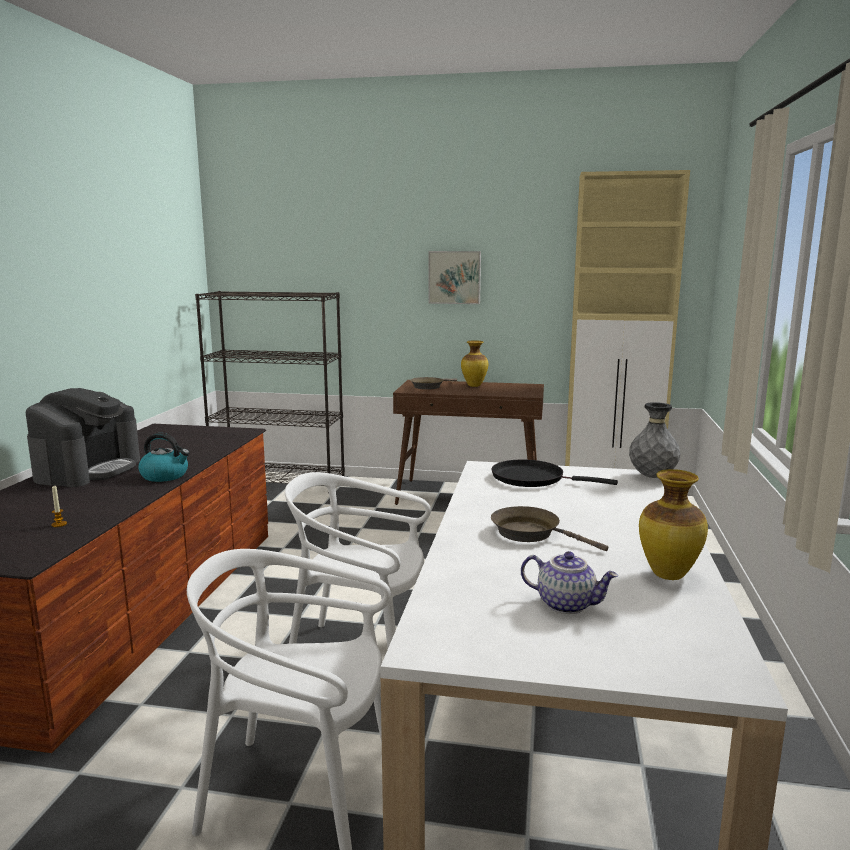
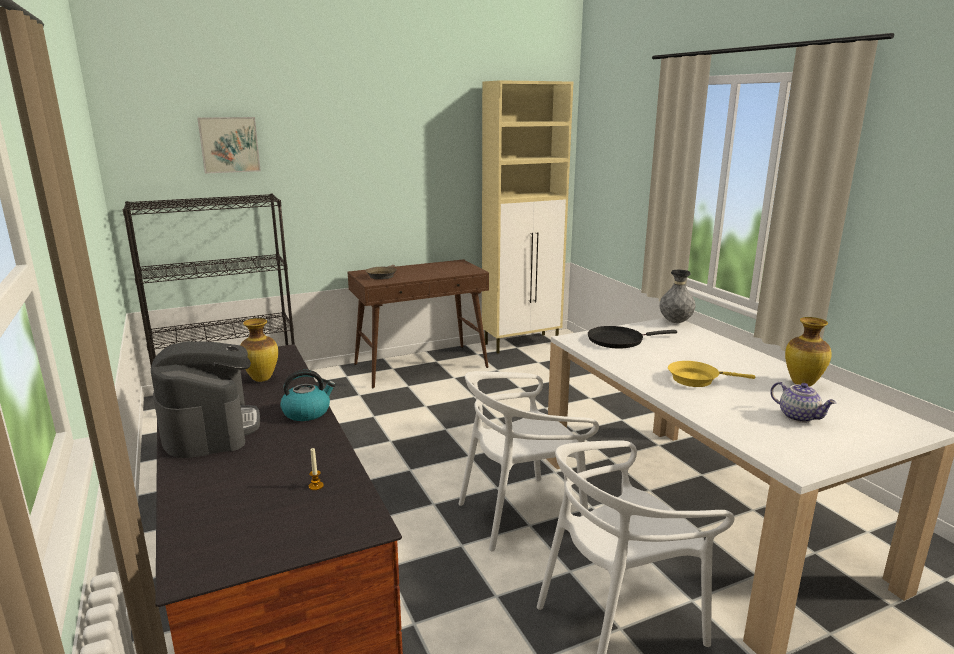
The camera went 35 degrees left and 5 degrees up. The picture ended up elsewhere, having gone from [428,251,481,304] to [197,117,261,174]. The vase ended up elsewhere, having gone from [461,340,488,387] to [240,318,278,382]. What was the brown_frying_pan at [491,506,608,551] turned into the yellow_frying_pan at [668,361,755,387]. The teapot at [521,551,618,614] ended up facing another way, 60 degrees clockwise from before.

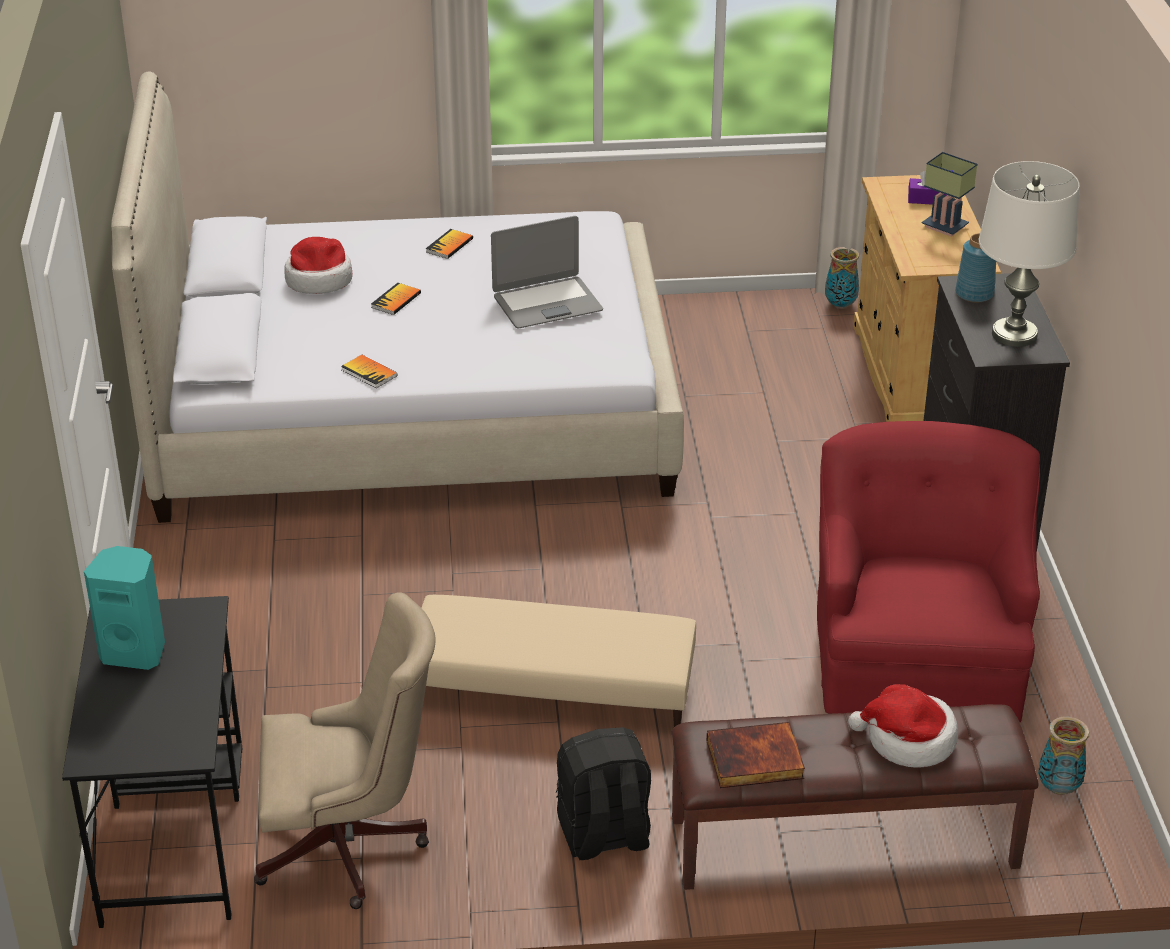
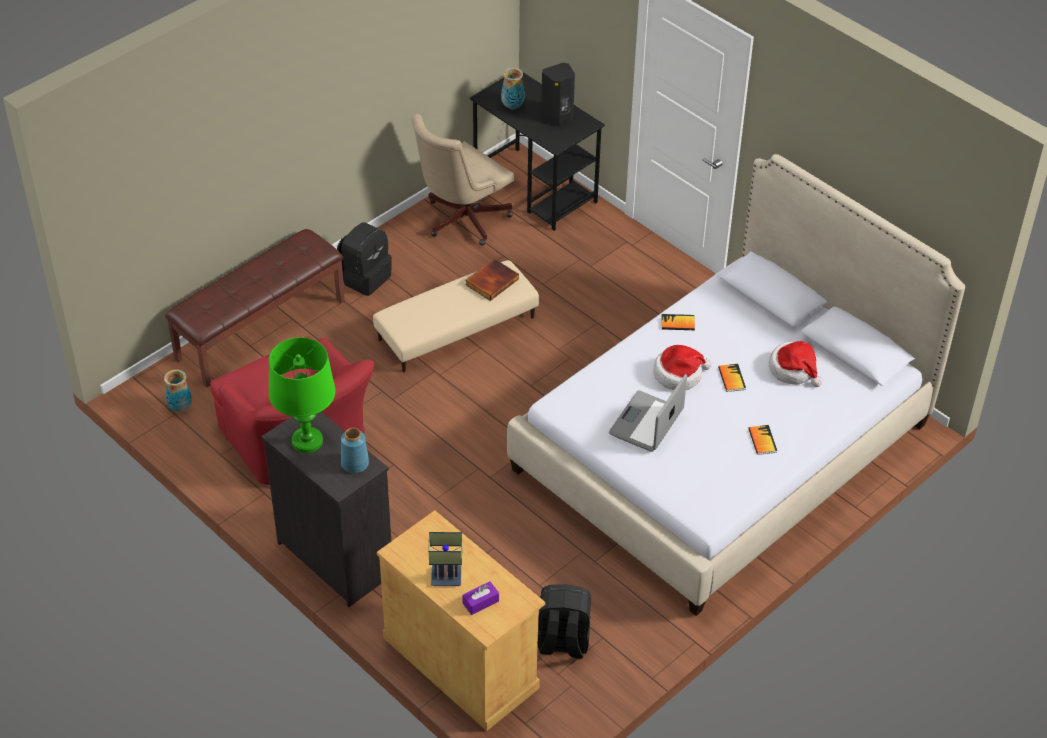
The camera went 140 degrees right and 10 degrees up. What was the white_table_lamp at [979,161,1080,347] turned into the green_table_lamp at [269,337,335,453]. The vase ended up elsewhere, having gone from [825,247,859,309] to [501,68,524,109]. What was the turquoise_speaker at [84,546,165,670] turned into the black_speaker at [541,62,575,125]. The hat ended up elsewhere, having gone from [848,684,958,768] to [653,345,711,390]. The book ended up elsewhere, having gone from [707,722,805,788] to [465,259,519,301]. The second view gained the black_backpack at [538,584,591,659].

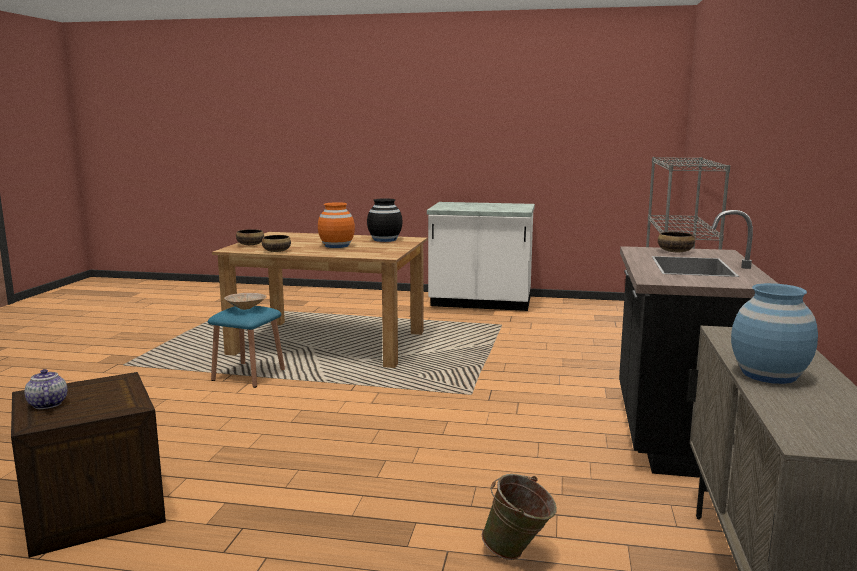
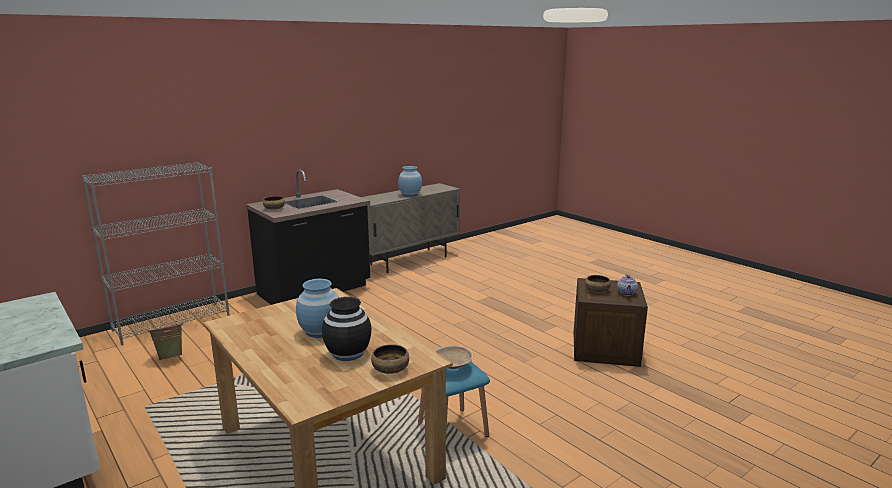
The camera went 140 degrees left and 5 degrees up. The black_vase ended up elsewhere, having gone from [367,198,403,242] to [322,297,372,361]. What was the orange_vase at [318,202,355,248] turned into the blue_vase at [296,279,339,338]. The bowl ended up elsewhere, having gone from [262,235,291,252] to [585,275,611,292]. The green_bucket ended up elsewhere, having gone from [482,474,557,560] to [147,322,183,360].

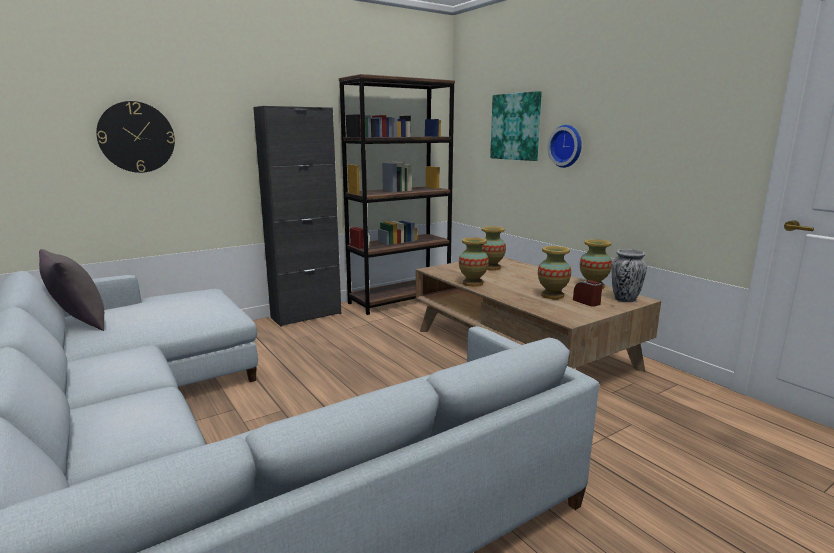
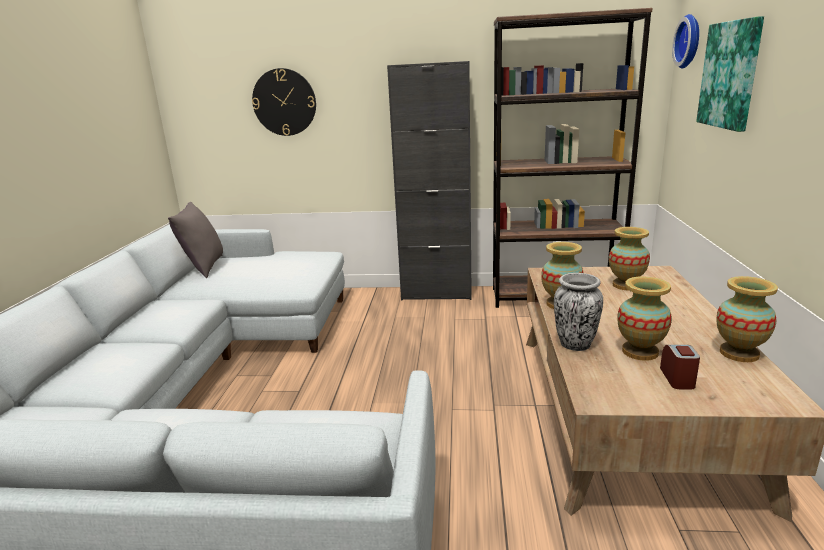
The camera went 40 degrees right and 5 degrees up. The wall_clock ended up elsewhere, having gone from [547,125,582,168] to [672,14,699,69]. The vase ended up elsewhere, having gone from [612,249,647,302] to [554,273,603,351].

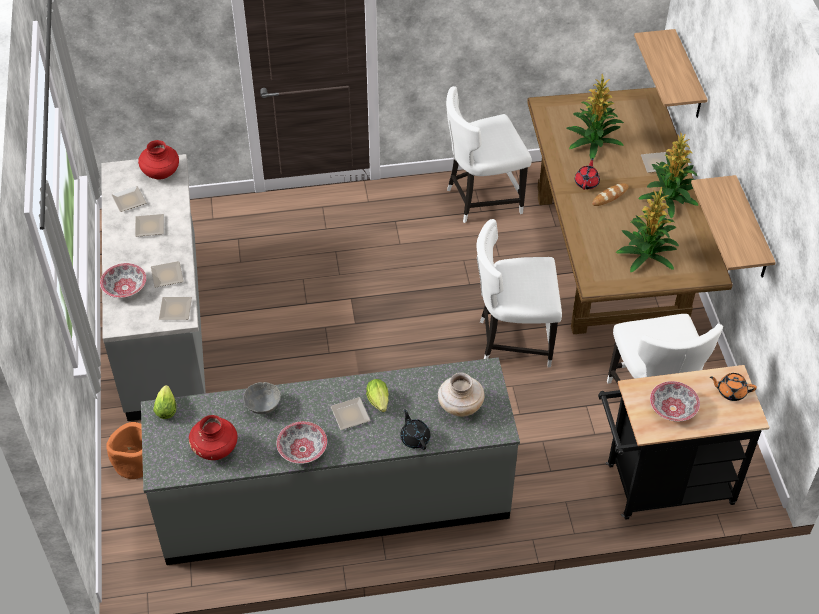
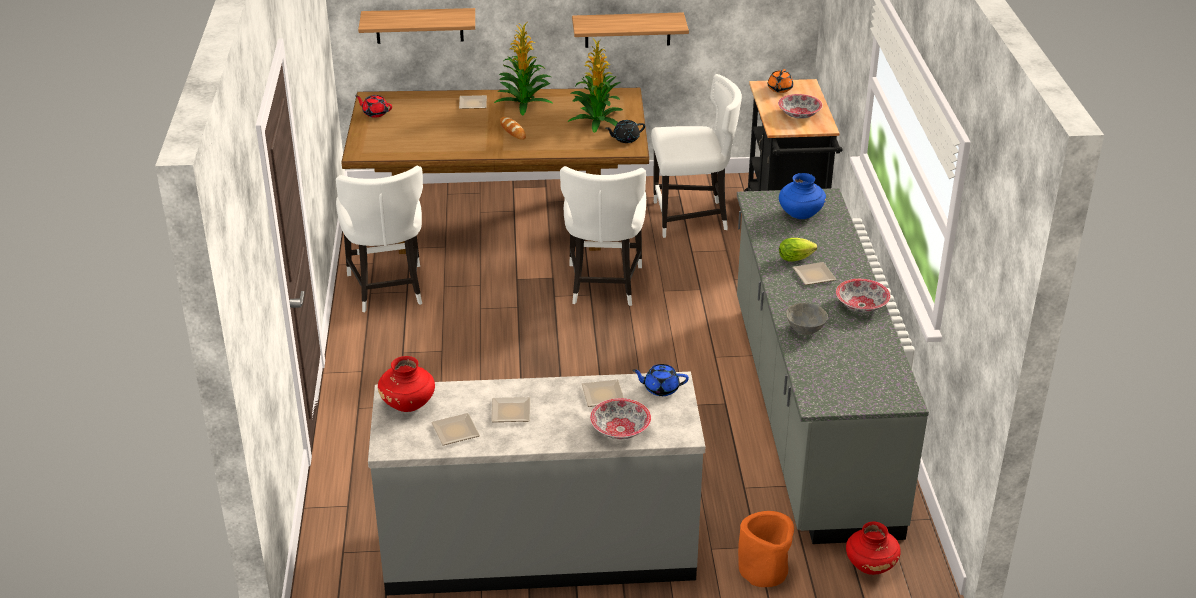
The camera went 85 degrees left and 15 degrees down. The second view lost the potted_plant at [566,74,624,159]. The red_teapot ended up elsewhere, having gone from [575,158,600,190] to [355,95,392,118]. Where the plate stood at [159,297,192,320], the blue_teapot came to stand at [632,364,689,396]. What was the beige_vase at [438,373,485,417] turned into the blue_vase at [779,173,826,219]. The second view lost the lettuce at [154,385,176,419]. The black_teapot ended up elsewhere, having gone from [400,409,431,450] to [606,120,645,143]. The red_vase ended up elsewhere, having gone from [189,415,238,460] to [846,522,901,575].

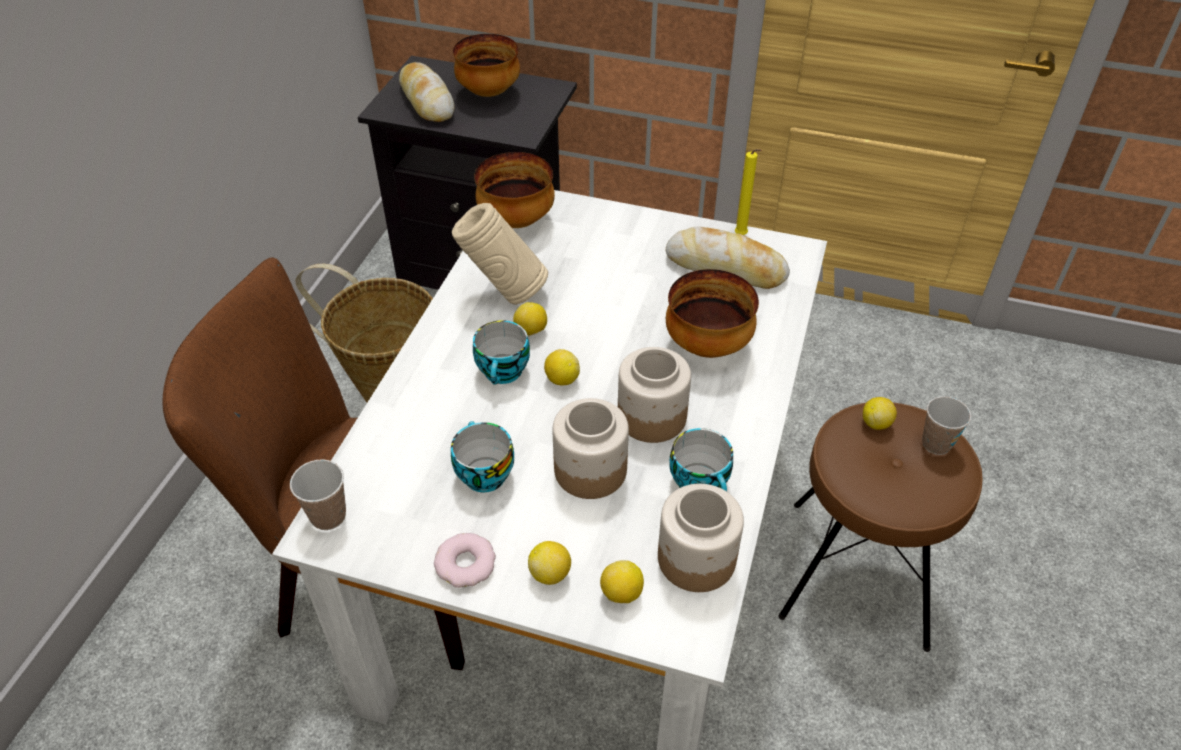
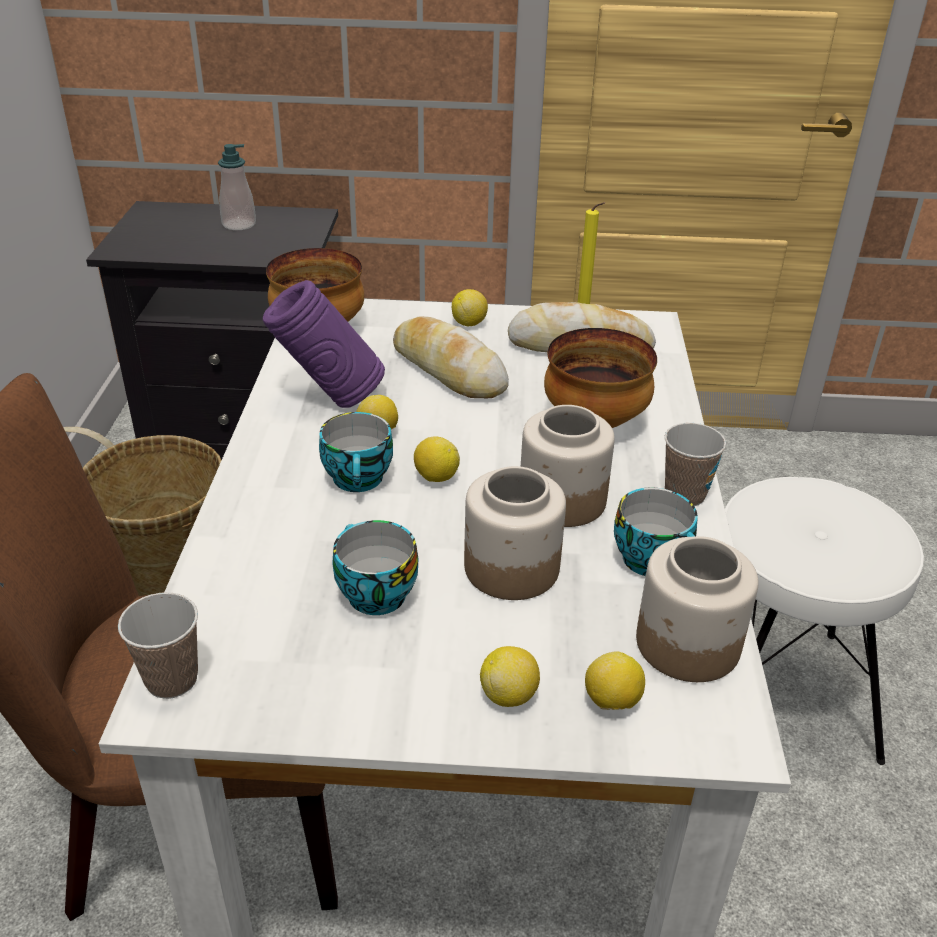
The camera went 15 degrees left and 10 degrees down. Where the bowl stood at [453,34,520,97], the soap_dispenser came to stand at [218,144,256,230]. The bread ended up elsewhere, having gone from [399,62,455,122] to [393,316,509,399]. What was the beige_vase at [452,203,548,305] turned into the purple_vase at [263,280,385,408]. The cup ended up elsewhere, having gone from [922,396,971,455] to [665,423,726,506]. The lemon ended up elsewhere, having gone from [863,397,897,430] to [452,289,488,326]. What was the brown_stool at [778,402,983,652] turned into the white_stool at [725,477,924,765]. The second view lost the donut at [434,533,496,588].

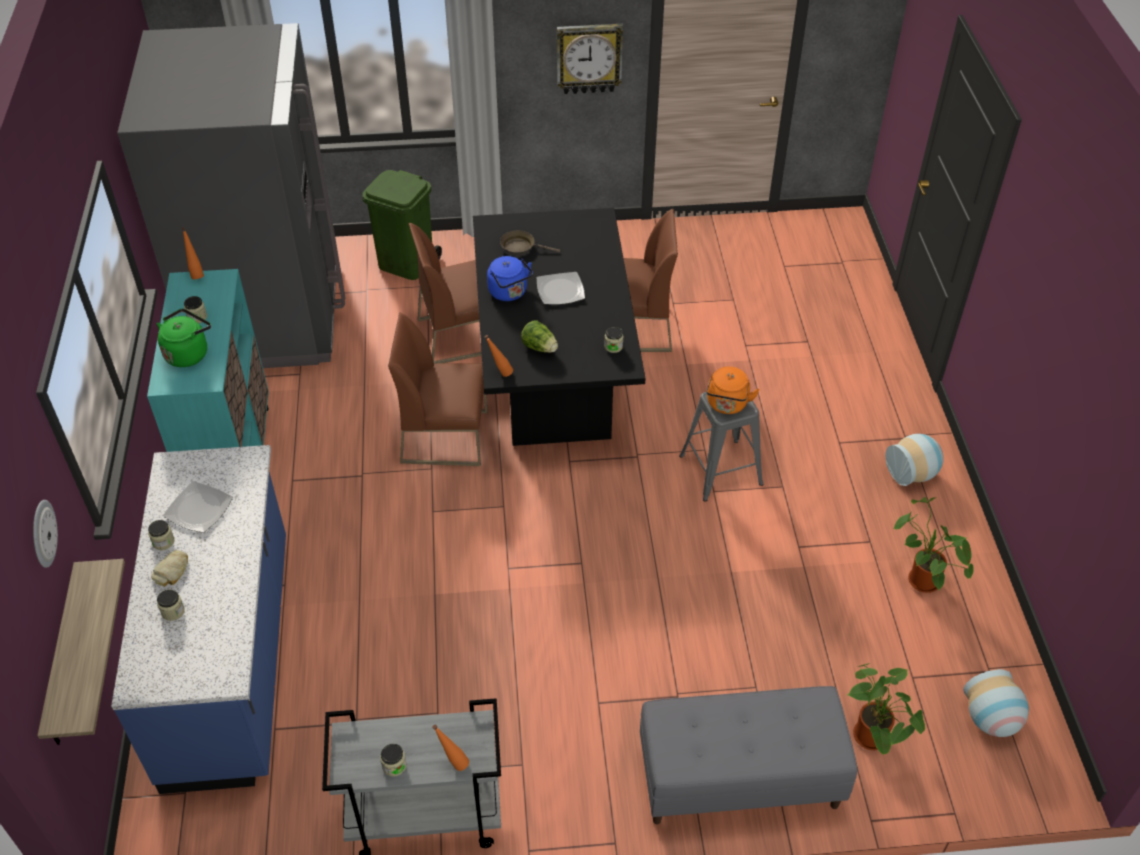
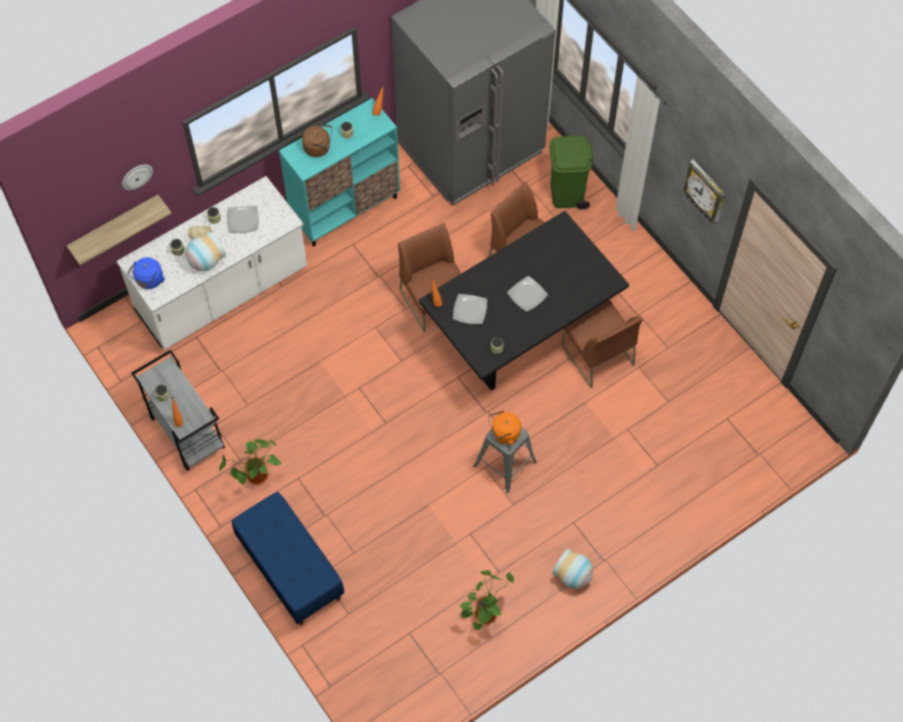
The camera went 60 degrees right and 15 degrees up. The second view lost the brown_frying_pan at [500,230,560,255]. The blue_kettle ended up elsewhere, having gone from [487,256,533,301] to [127,257,165,289]. What was the green_kettle at [157,309,211,367] turned into the brown_kettle at [302,122,332,157]. Where the lettuce stood at [521,320,558,353], the plate came to stand at [453,294,487,324]. What was the blue_counter at [111,445,286,794] turned into the white_counter at [116,176,307,350]. The potted_plant ended up elsewhere, having gone from [847,663,925,755] to [219,439,282,485]. The vase ended up elsewhere, having gone from [963,669,1029,737] to [186,231,226,271]. What was the grey_bench at [640,686,857,824] turned into the blue_bench at [232,492,344,625].

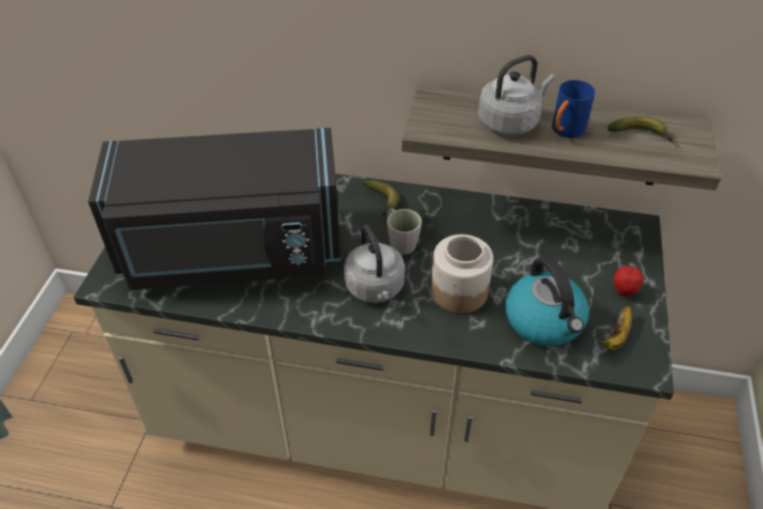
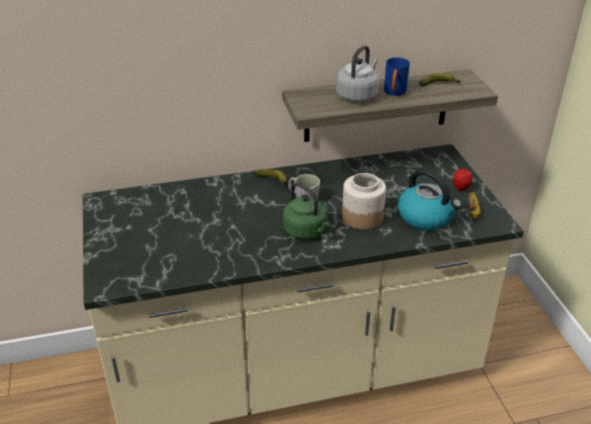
The camera went 25 degrees left and 10 degrees down. The second view lost the black_microwave at [88,128,341,290]. What was the grey_kettle at [344,225,405,303] turned into the green_kettle at [283,182,331,239].

